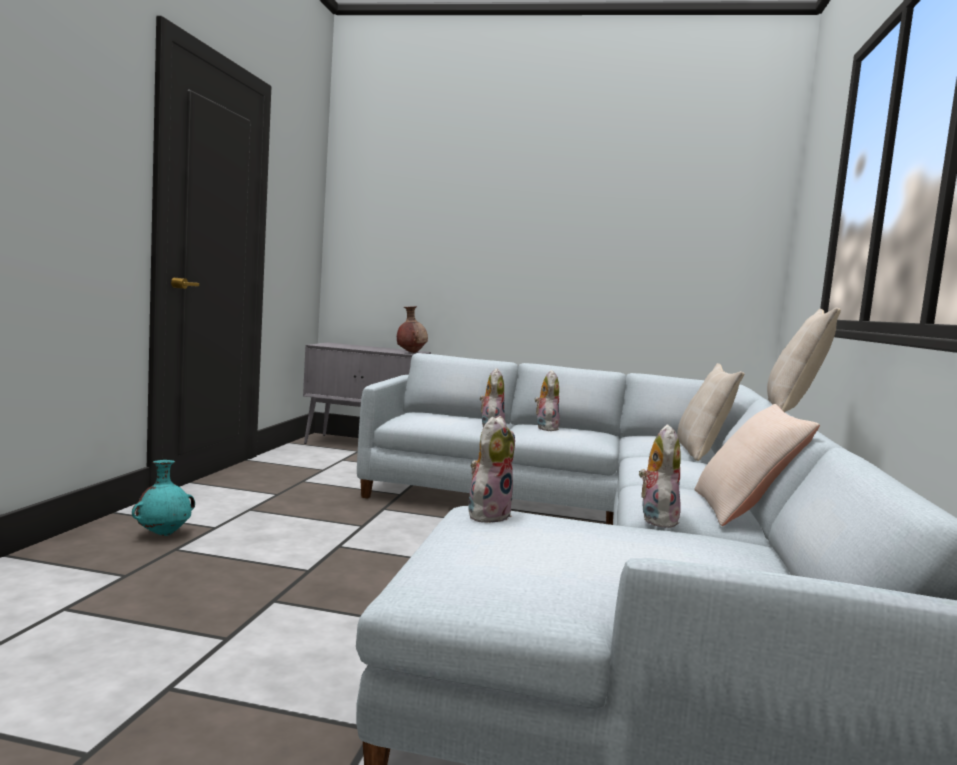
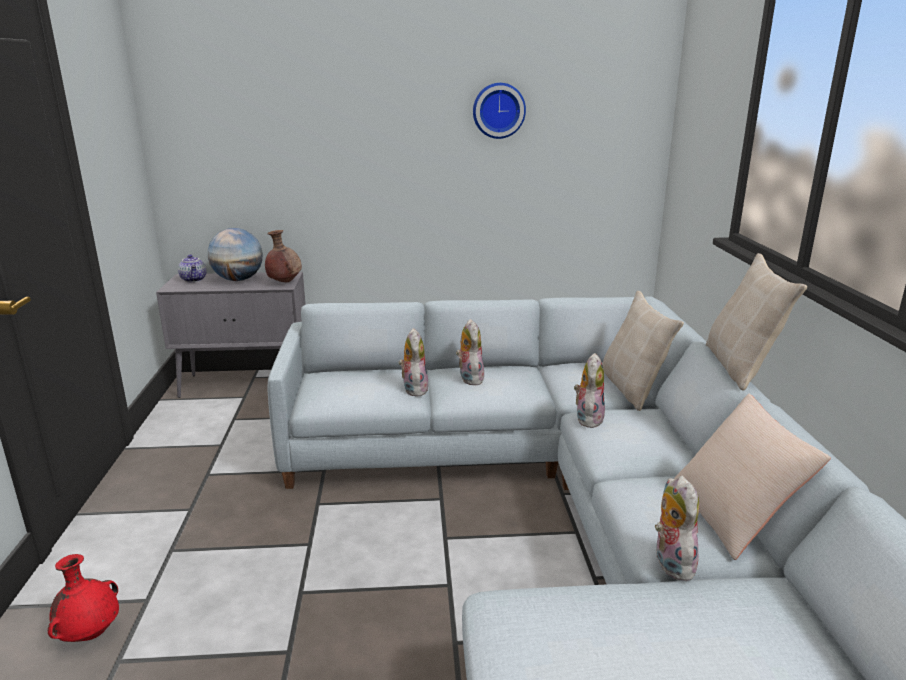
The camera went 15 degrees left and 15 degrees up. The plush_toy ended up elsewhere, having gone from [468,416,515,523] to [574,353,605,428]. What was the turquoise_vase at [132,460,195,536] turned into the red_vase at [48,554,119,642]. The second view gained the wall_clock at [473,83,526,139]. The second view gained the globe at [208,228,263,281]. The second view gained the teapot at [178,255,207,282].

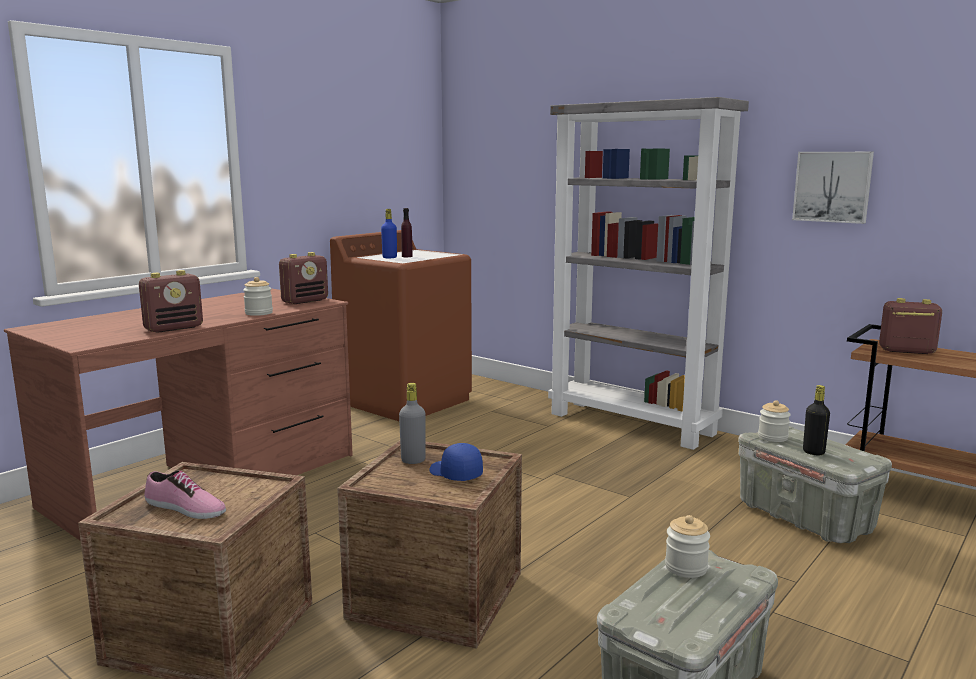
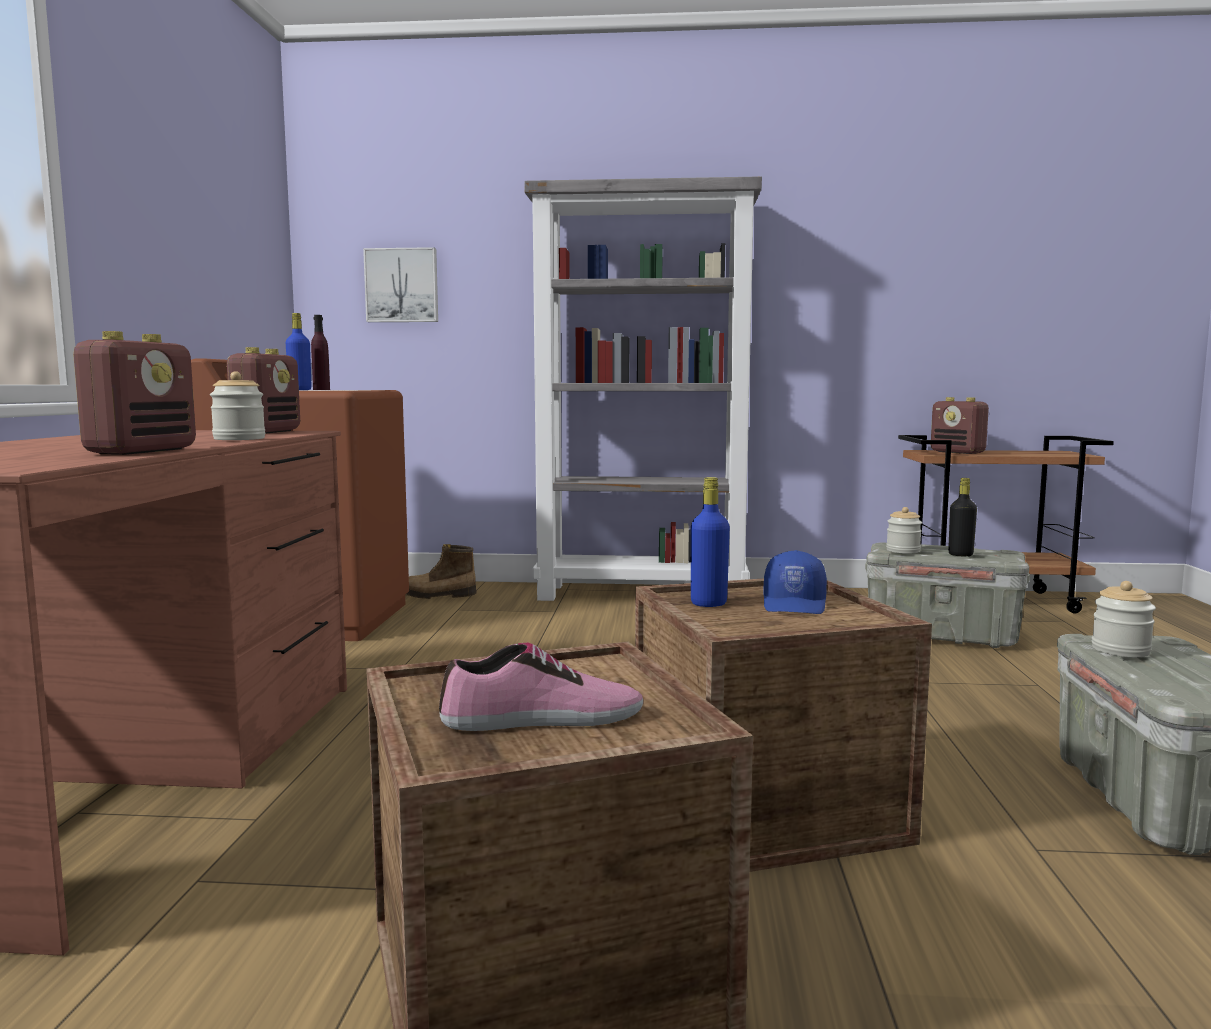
The camera went 35 degrees left and 5 degrees down. The picture ended up elsewhere, having gone from [792,152,874,224] to [363,247,438,322]. The radio at [879,298,942,354] ended up facing another way, 105 degrees counterclockwise from before. What was the grey_bottle at [399,383,426,464] turned into the blue_bottle at [691,477,730,607]. The blue_cap at [429,443,483,481] ended up facing another way, 90 degrees counterclockwise from before. The second view gained the boot at [406,544,477,599].

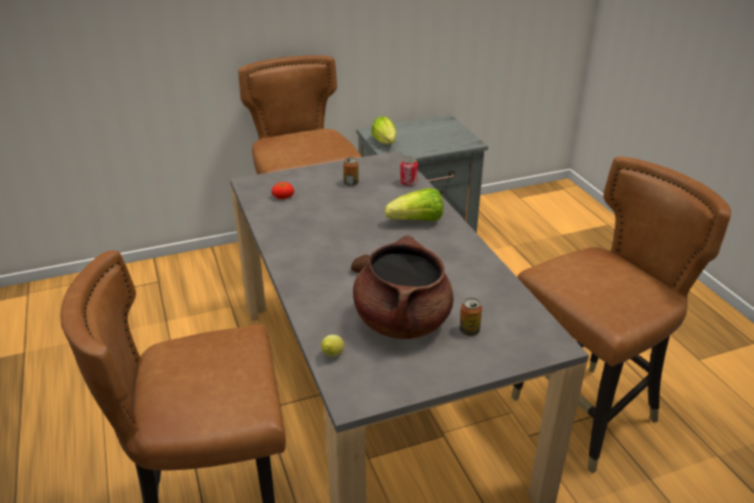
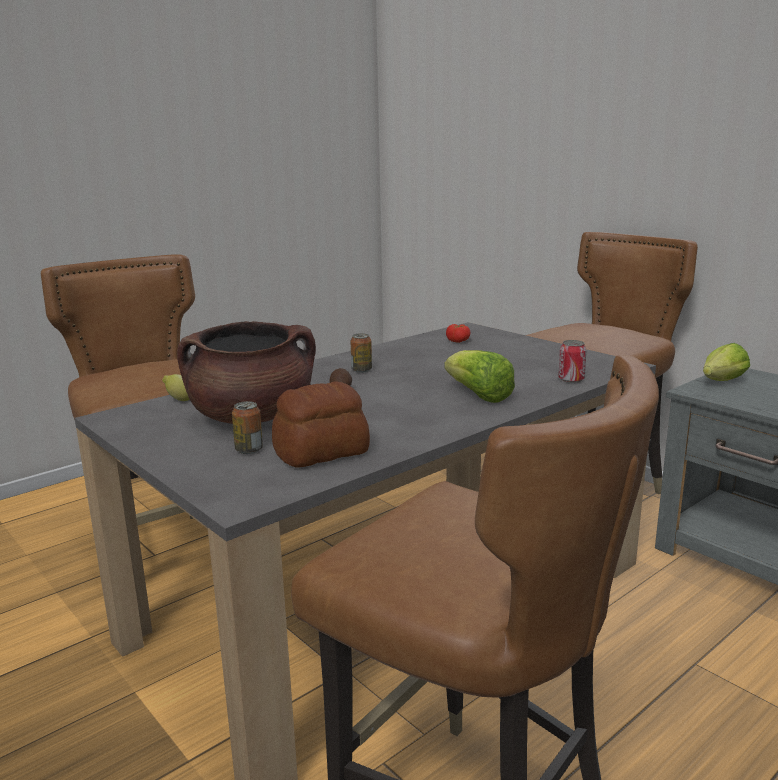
The camera went 70 degrees right and 15 degrees down. The can ended up elsewhere, having gone from [343,157,359,186] to [350,333,372,373]. The second view gained the bread at [272,381,370,468].

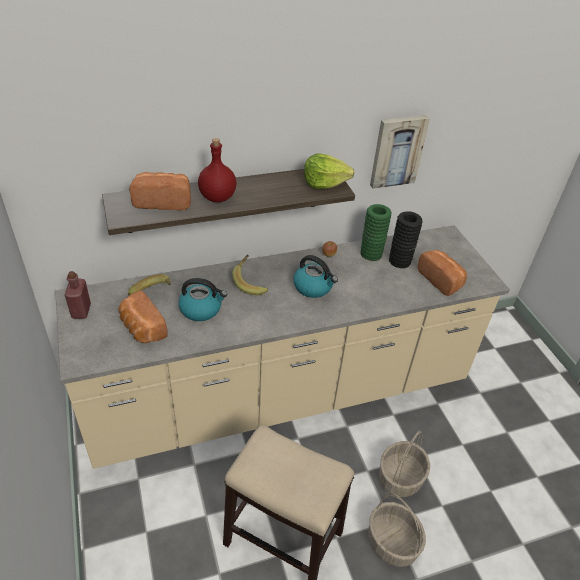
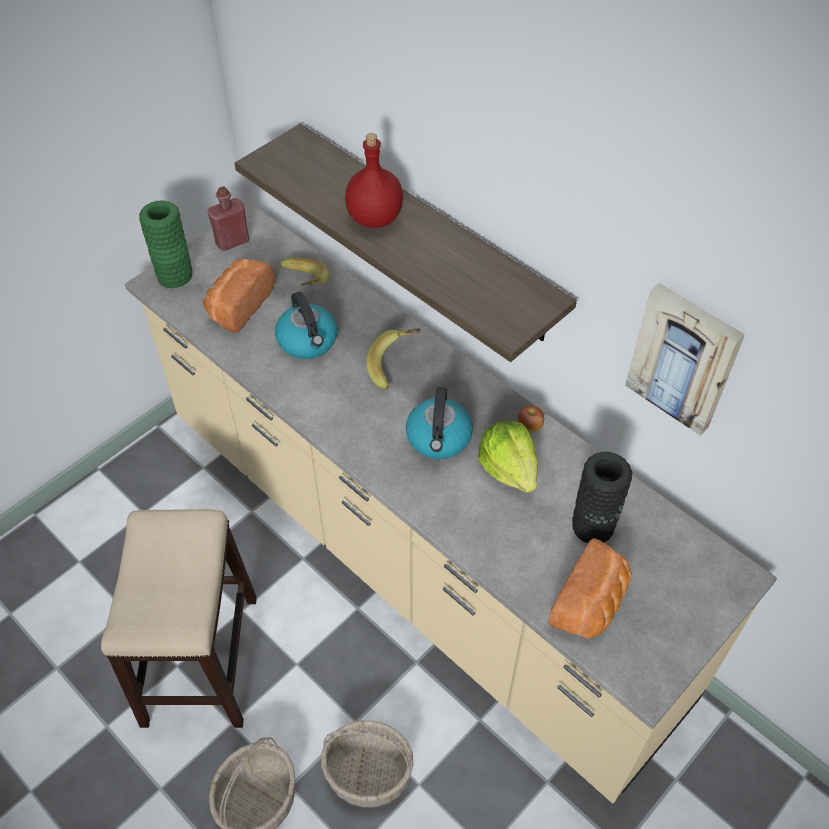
The camera went 65 degrees right and 10 degrees up. The lettuce ended up elsewhere, having gone from [304,154,354,189] to [478,421,538,493]. The second view lost the bread at [129,172,191,210]. The green_vase ended up elsewhere, having gone from [360,204,391,261] to [139,200,193,288].

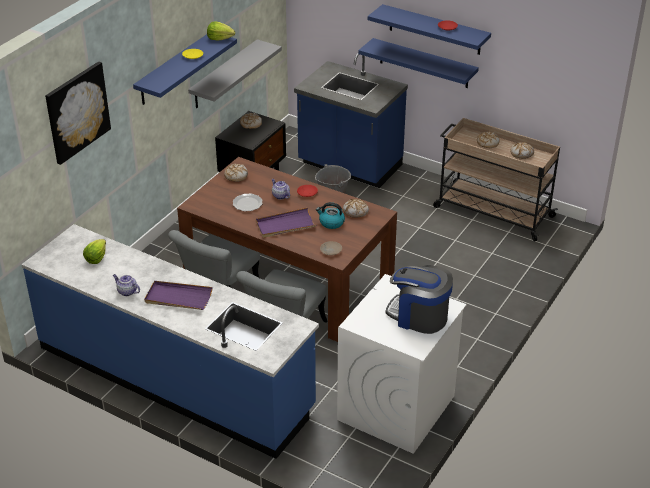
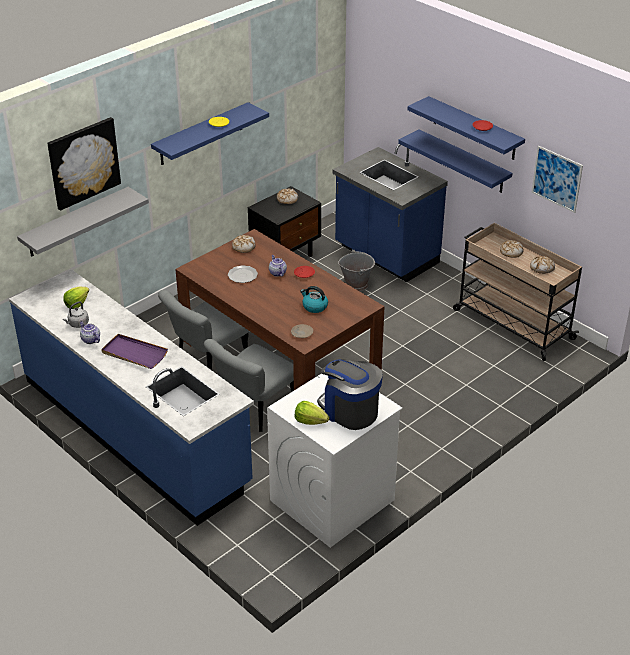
The camera went 15 degrees right and 0 degrees up. The lettuce ended up elsewhere, having gone from [207,21,235,40] to [294,401,329,425]. The grey_shelf ended up elsewhere, having gone from [188,39,282,108] to [17,187,149,257]. The second view lost the bread at [343,199,369,217]. The second view lost the purple_tray at [256,208,317,238]. The second view gained the picture at [531,145,583,213]. The second view gained the grey_kettle at [63,301,89,328].

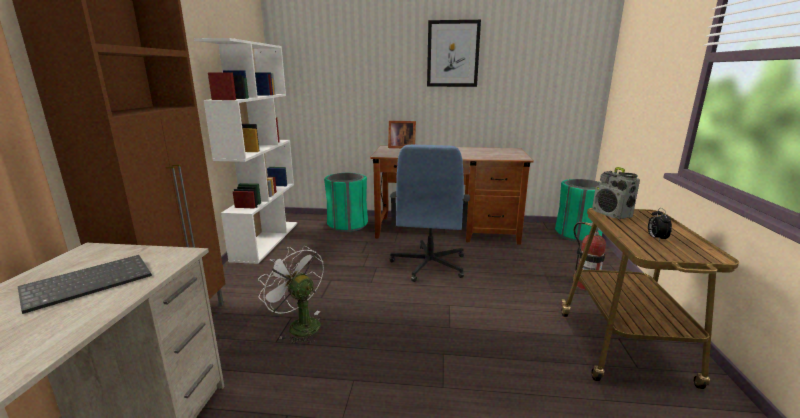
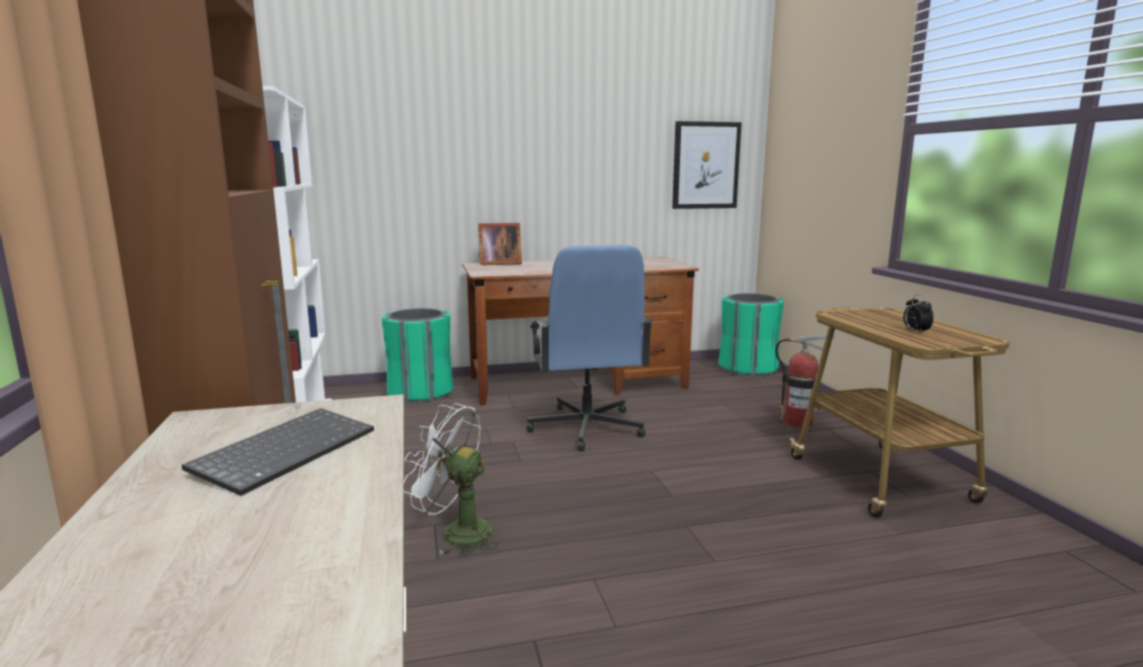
The camera went 20 degrees left and 5 degrees down. The picture ended up elsewhere, having gone from [427,20,481,87] to [672,121,742,209]. The second view lost the radio at [592,167,640,219].

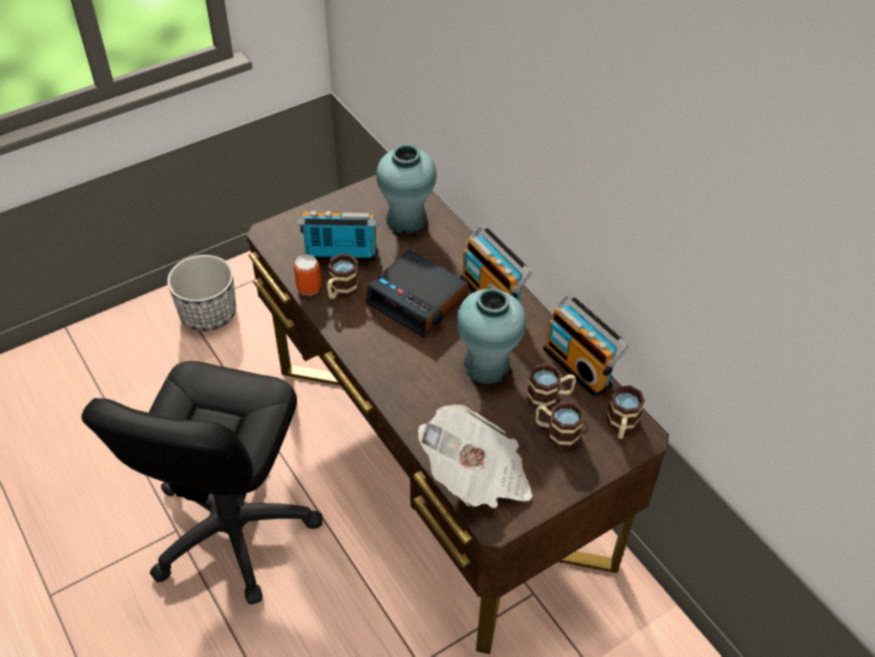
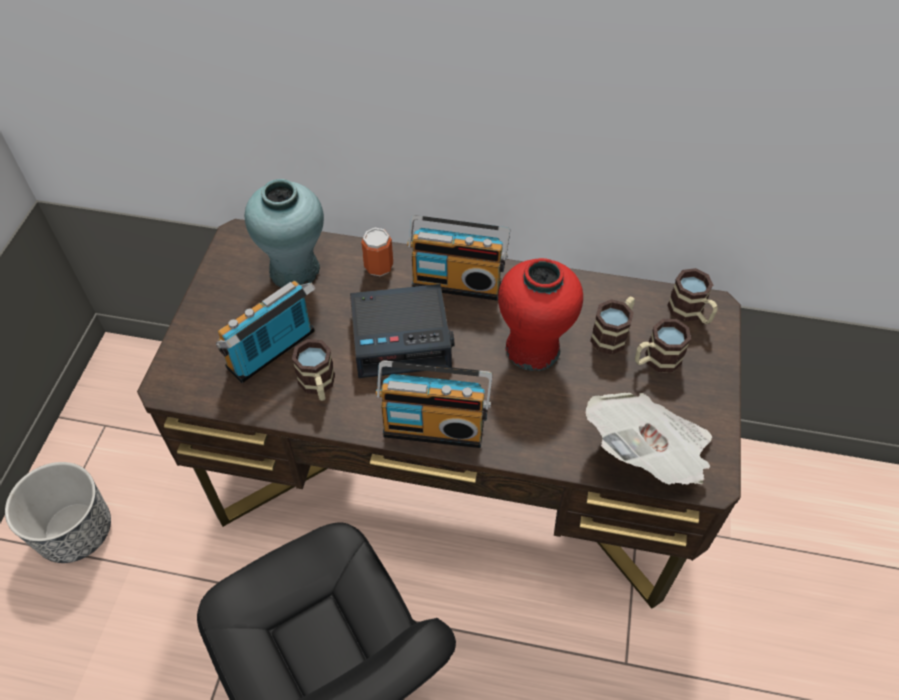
The camera went 45 degrees left and 5 degrees up. The can ended up elsewhere, having gone from [294,254,321,296] to [361,228,393,276]. What was the turquoise_vase at [457,288,526,384] turned into the red_vase at [498,258,583,371]. The radio ended up elsewhere, having gone from [543,293,629,397] to [376,360,493,448].

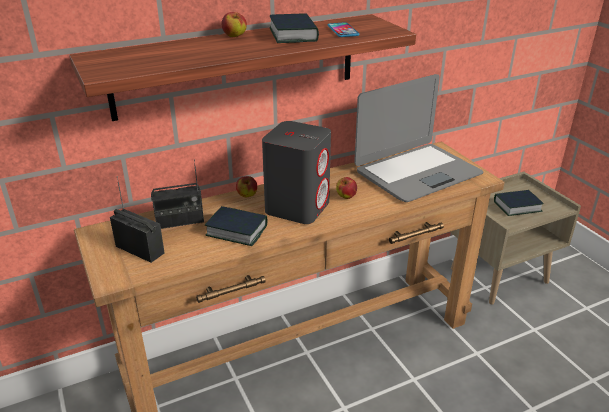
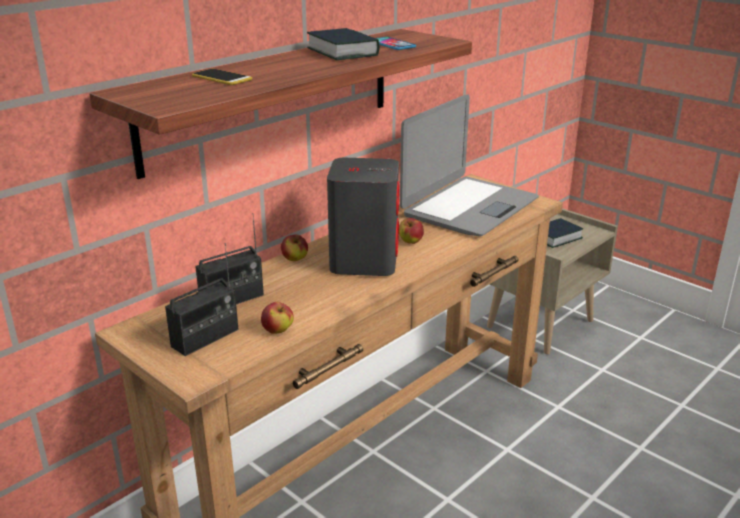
The camera went 20 degrees left and 5 degrees down. The apple ended up elsewhere, having gone from [221,12,247,37] to [261,302,294,334]. The radio at [110,176,165,263] ended up facing another way, 120 degrees clockwise from before. The second view lost the book at [205,206,267,246]. The second view gained the phone at [192,69,252,85].

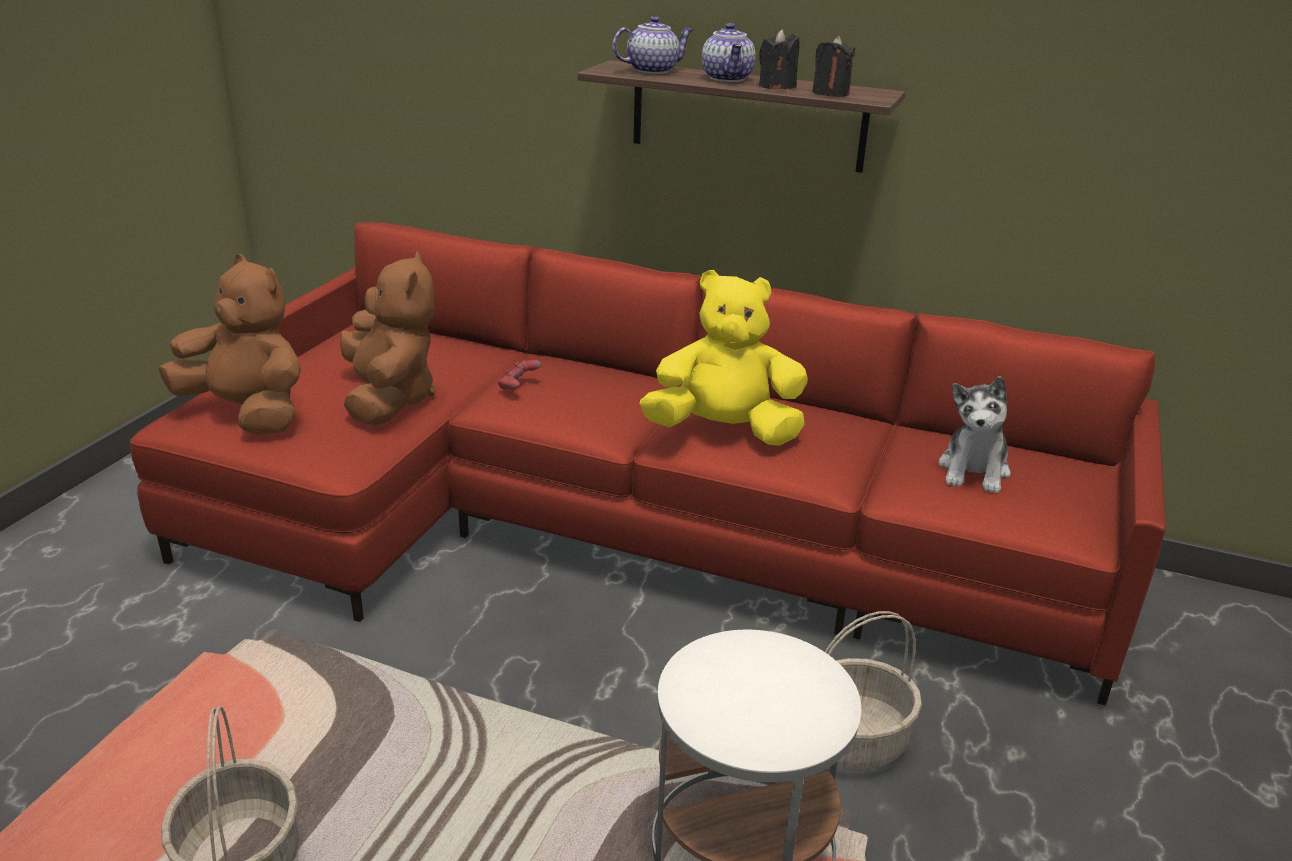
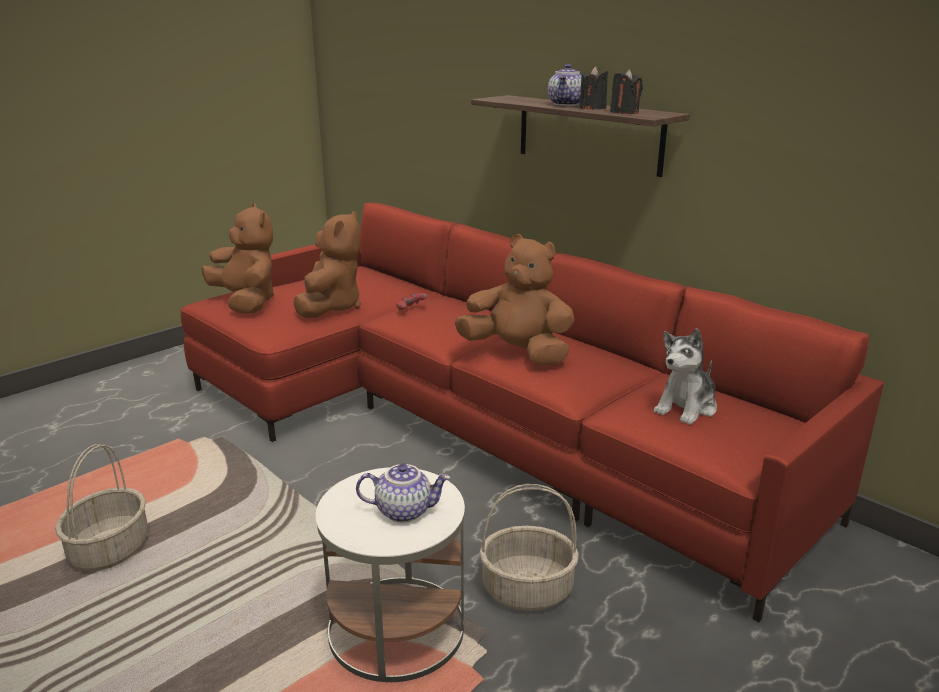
The camera went 25 degrees right and 5 degrees down. The teapot ended up elsewhere, having gone from [613,16,693,74] to [356,463,451,523]. What was the yellow_plush_toy at [640,270,808,446] turned into the brown_plush_toy at [454,234,575,366].

